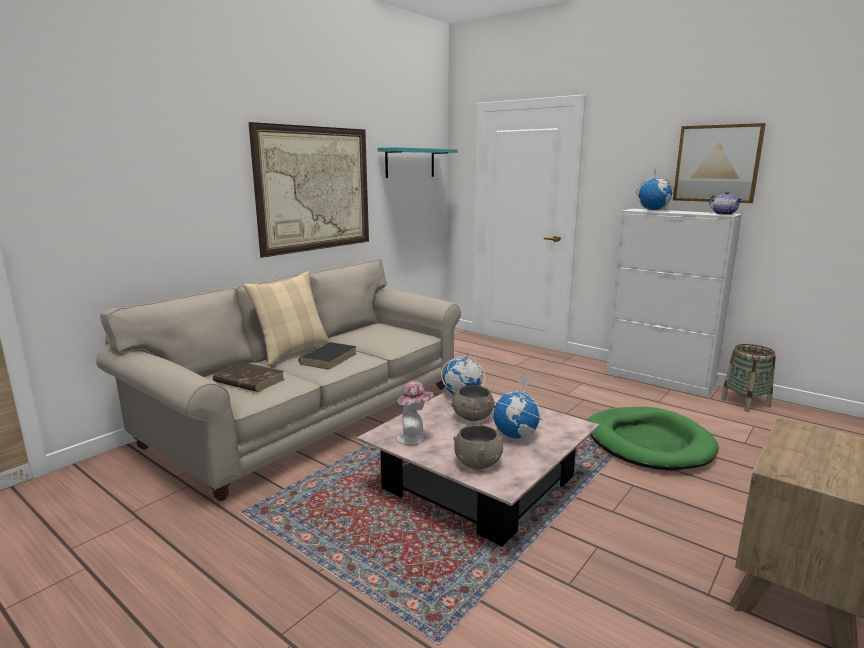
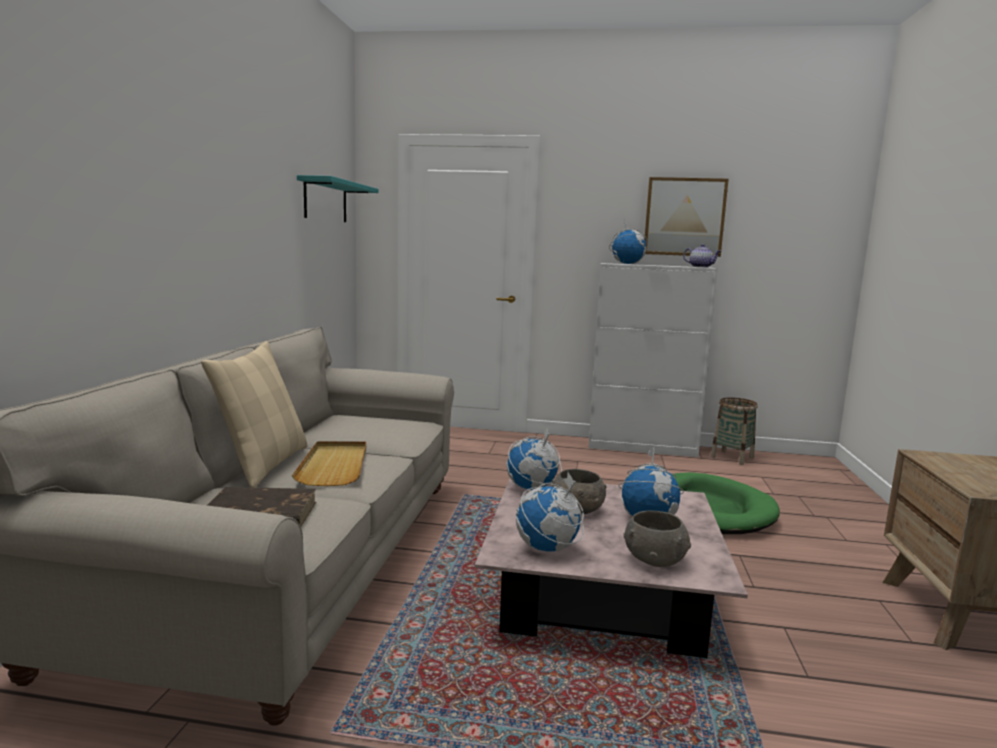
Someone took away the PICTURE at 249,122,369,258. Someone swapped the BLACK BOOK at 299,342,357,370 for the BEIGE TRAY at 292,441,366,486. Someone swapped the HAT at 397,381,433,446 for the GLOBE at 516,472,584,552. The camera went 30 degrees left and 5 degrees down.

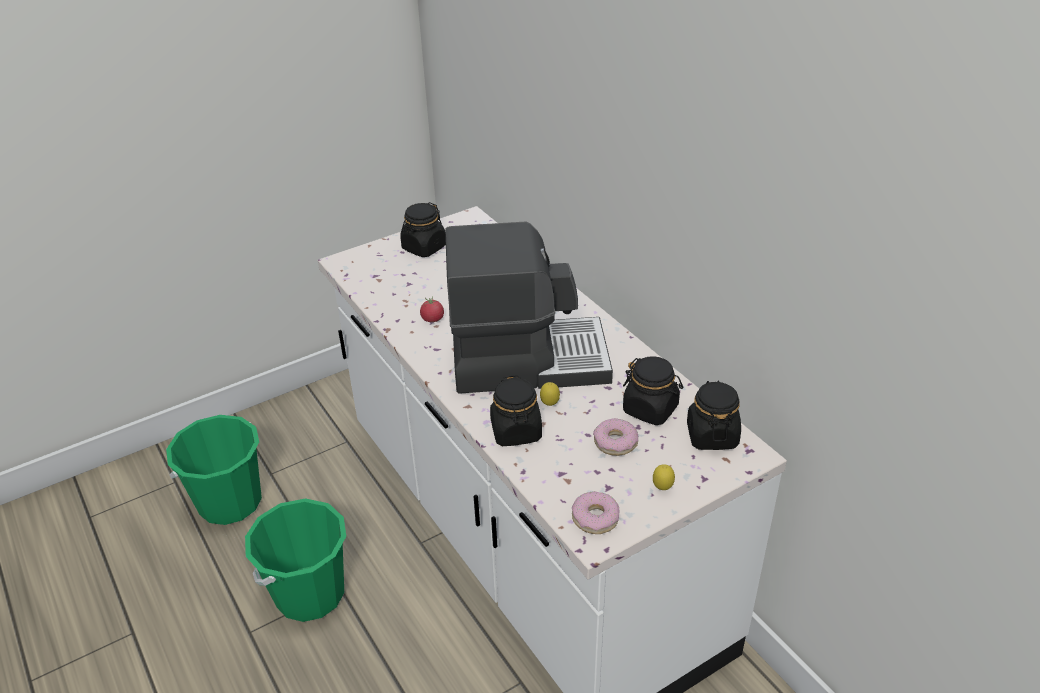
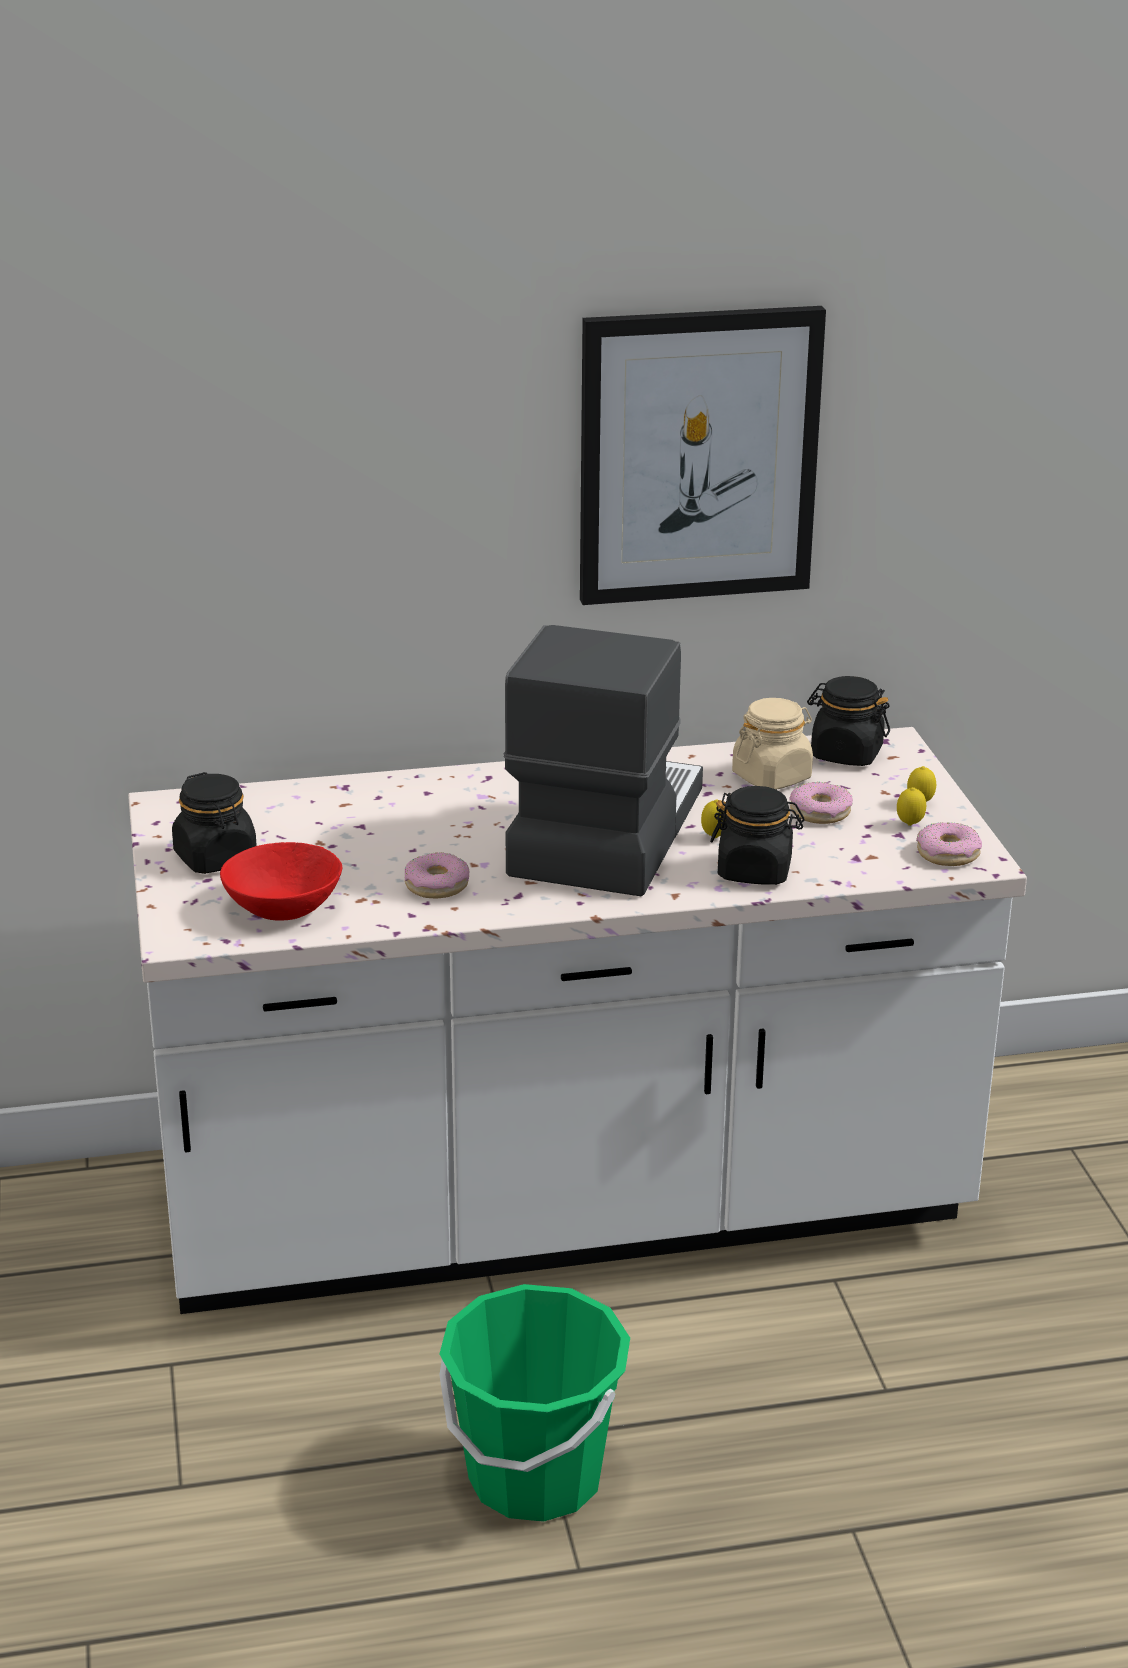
Someone swapped the TOMATO at 420,296,444,322 for the DONUT at 405,852,469,898. Someone repainted the BLACK JAR at 623,356,683,425, which became the BEIGE JAR at 732,698,813,790. Someone took away the GREEN BUCKET at 166,415,262,525. Someone put up the PICTURE at 580,306,826,605. Someone put down the LEMON at 897,787,926,826. Someone put down the RED BOWL at 220,842,343,920. The camera went 70 degrees left and 10 degrees down.

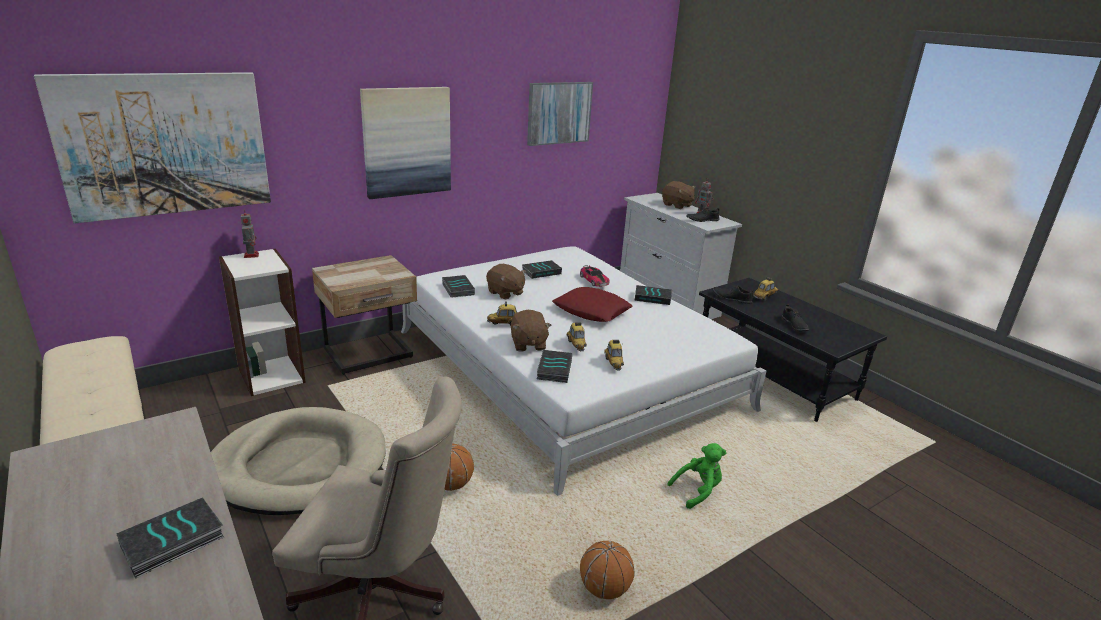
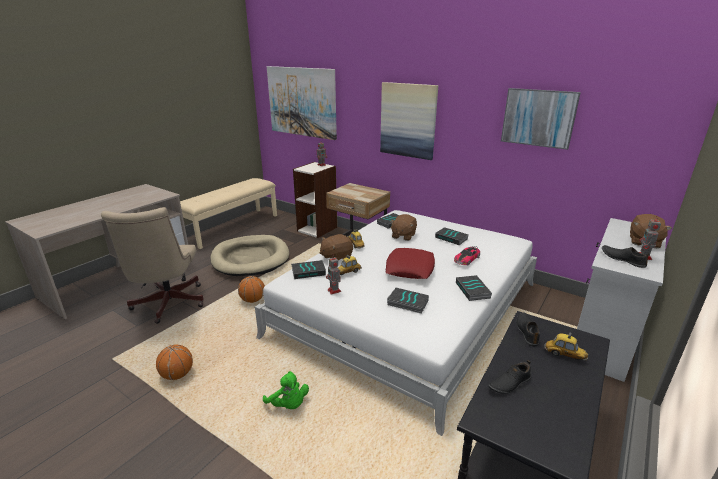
Someone swapped the TOY CAR at 604,340,624,370 for the TOY ROBOT at 326,255,341,295. Someone carried the BOOK from 116,497,224,579 to 387,288,429,314. The camera went 70 degrees right and 0 degrees up.

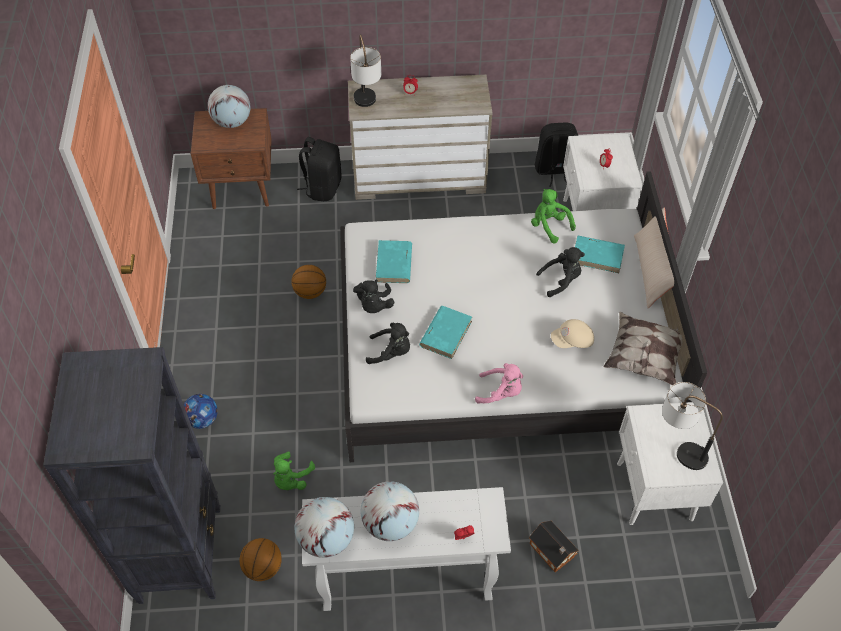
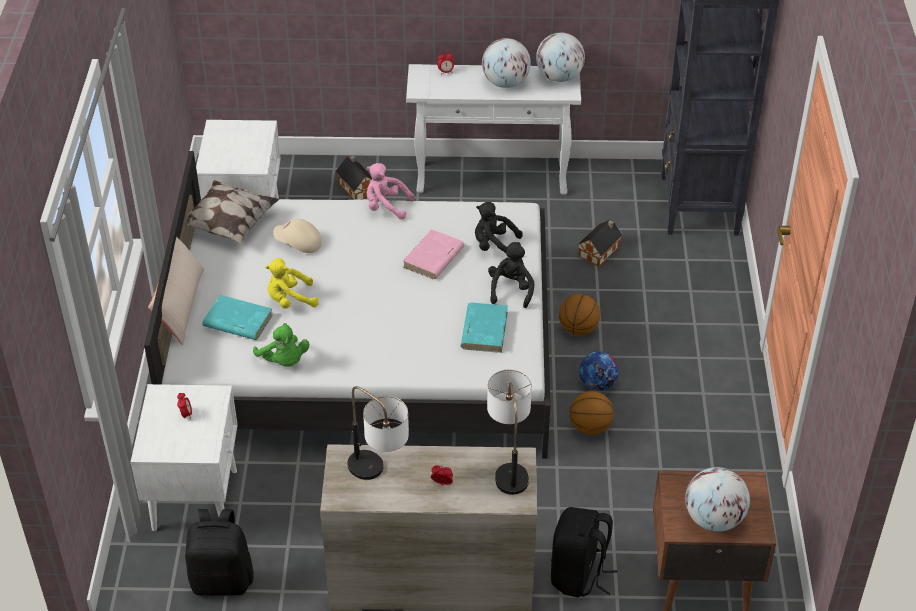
Someone repainted the BLACK PLUSH TOY at 536,247,585,297, which became the YELLOW PLUSH TOY at 265,258,319,309. Someone repainted the TURQUOISE BOOK at 419,306,472,359, which became the PINK BOOK at 403,229,465,280. Someone rotated the BEIGE CAP at 551,319,594,348 by 150 degrees counterclockwise. Someone carried the TABLE LAMP from 662,382,723,470 to 347,386,409,480. Someone carried the FOOTBALL from 184,394,218,429 to 579,351,619,391. Someone swapped the GREEN PLUSH TOY at 273,451,315,490 for the TOY HOUSE at 577,219,623,267. Someone carried the BASKETBALL from 239,538,282,581 to 559,294,600,336. The camera went 175 degrees left and 10 degrees down.

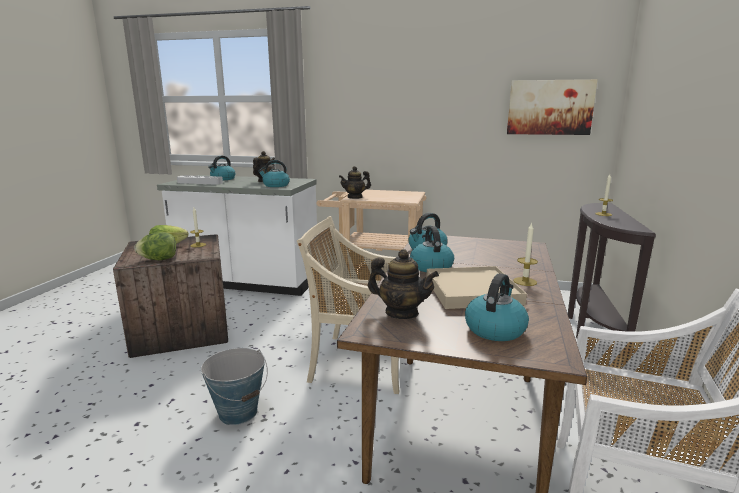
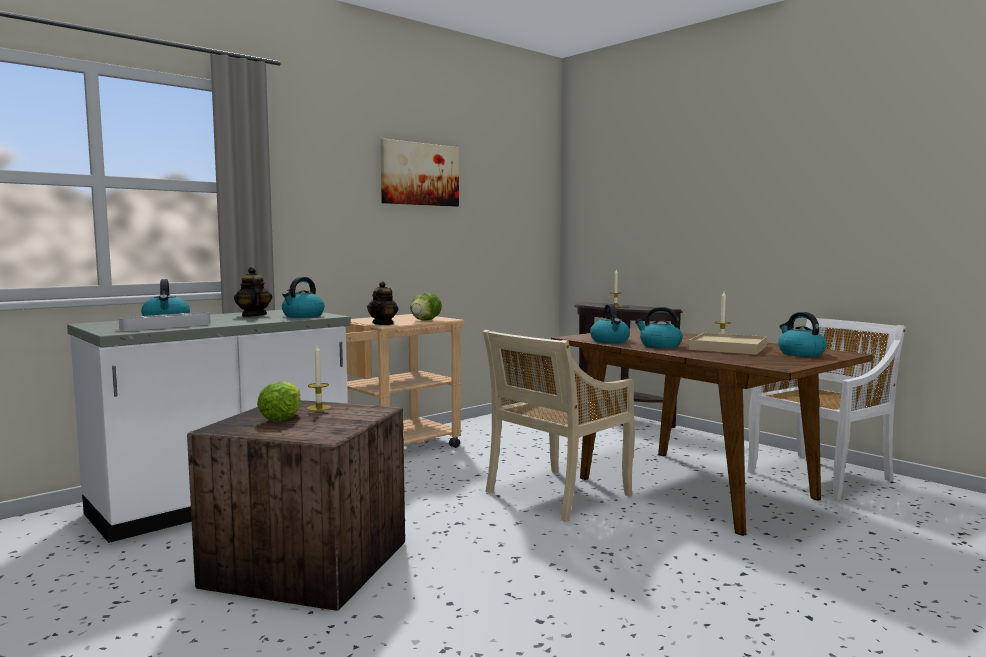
Someone carried the PICTURE from 507,79,598,135 to 380,139,459,207. Someone carried the LETTUCE from 135,232,176,260 to 410,292,442,321. Someone took away the TEAPOT at 368,249,439,319. Someone took away the BUCKET at 201,348,268,425. The camera went 55 degrees left and 10 degrees down.

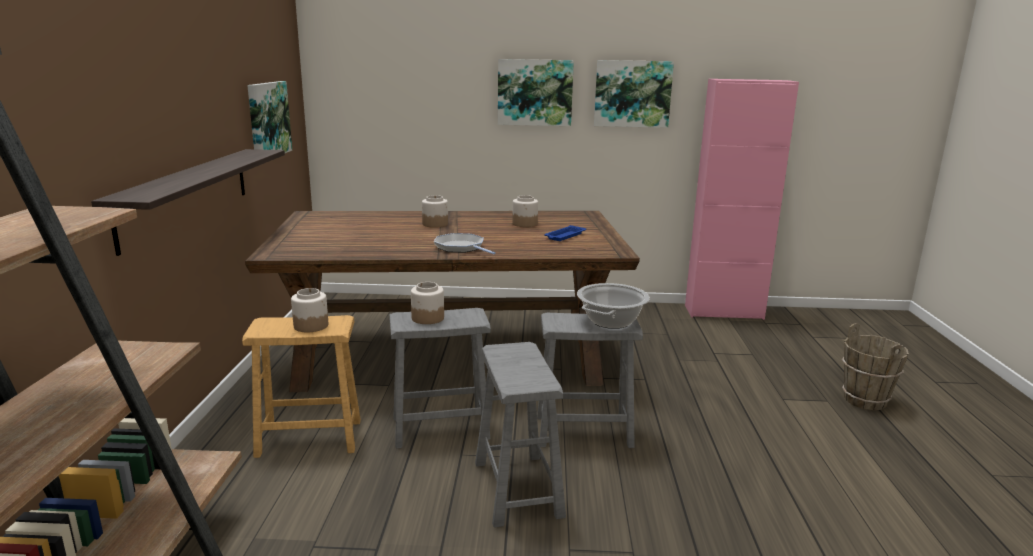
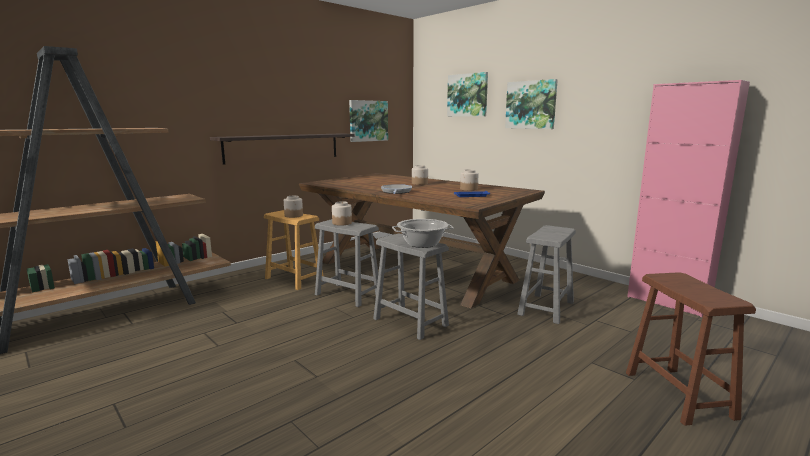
Someone carried the PICTURE from 594,60,674,128 to 447,72,488,117. Someone swapped the BROWN BUCKET at 842,323,909,410 for the BROWN STOOL at 626,272,756,426. Someone carried the GREY STOOL from 475,342,566,528 to 517,225,576,324. The camera went 45 degrees right and 5 degrees down.

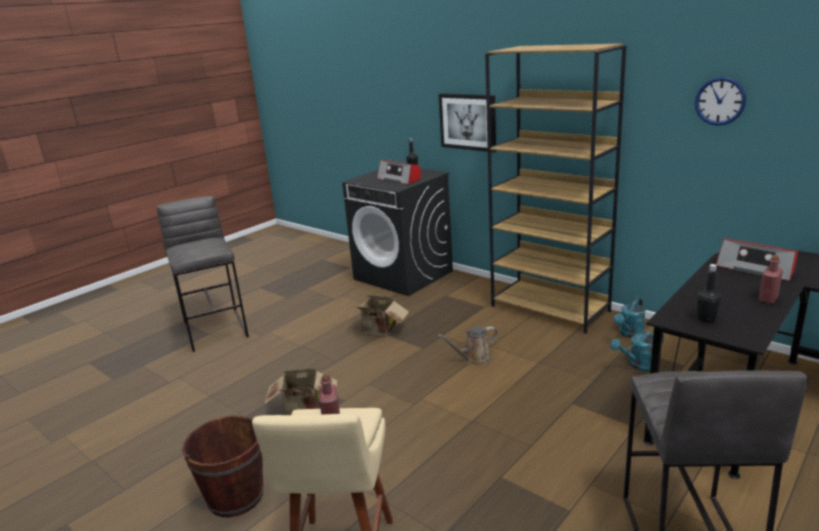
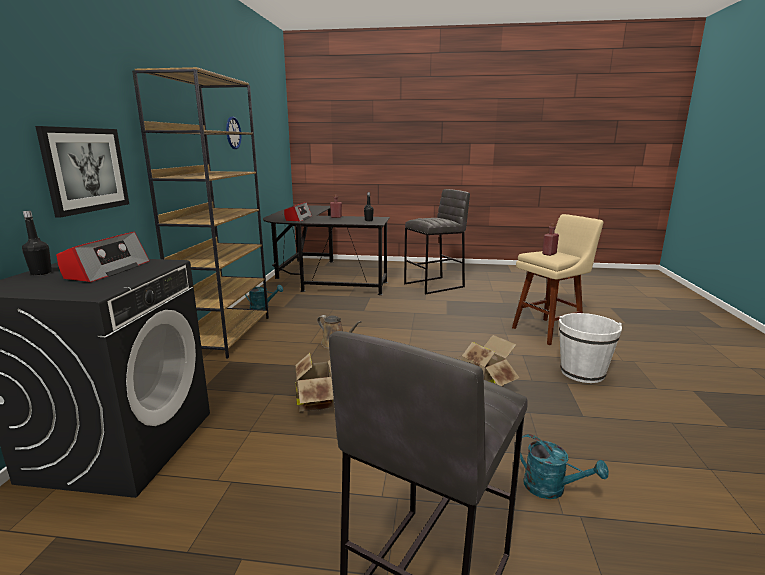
Someone carried the TURQUOISE WATERING CAN from 610,329,664,372 to 520,434,609,499. Someone repainted the BROWN BUCKET at 182,415,264,517, which became the WHITE BUCKET at 559,313,622,383. The camera went 125 degrees left and 5 degrees down.

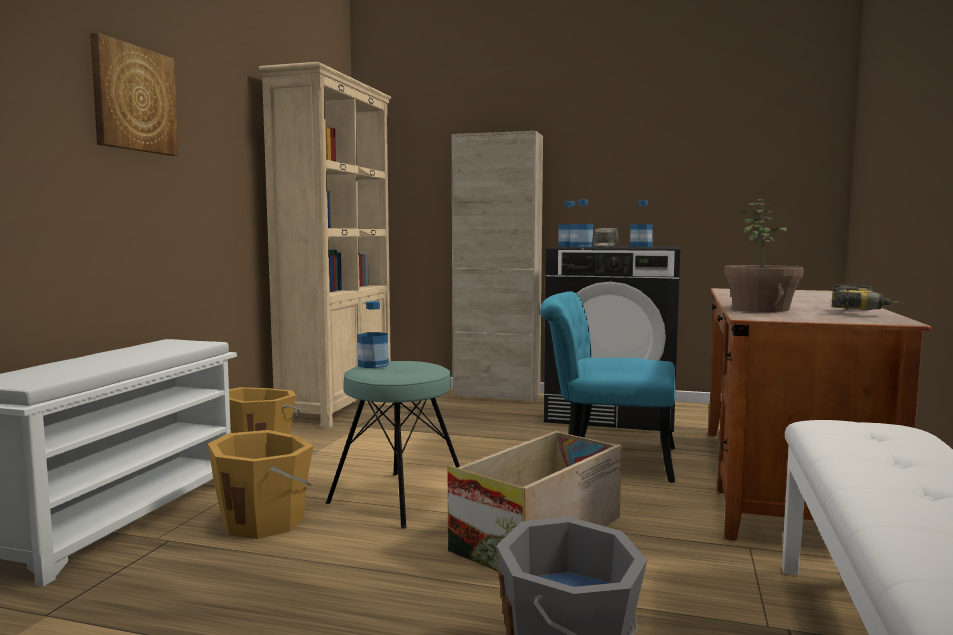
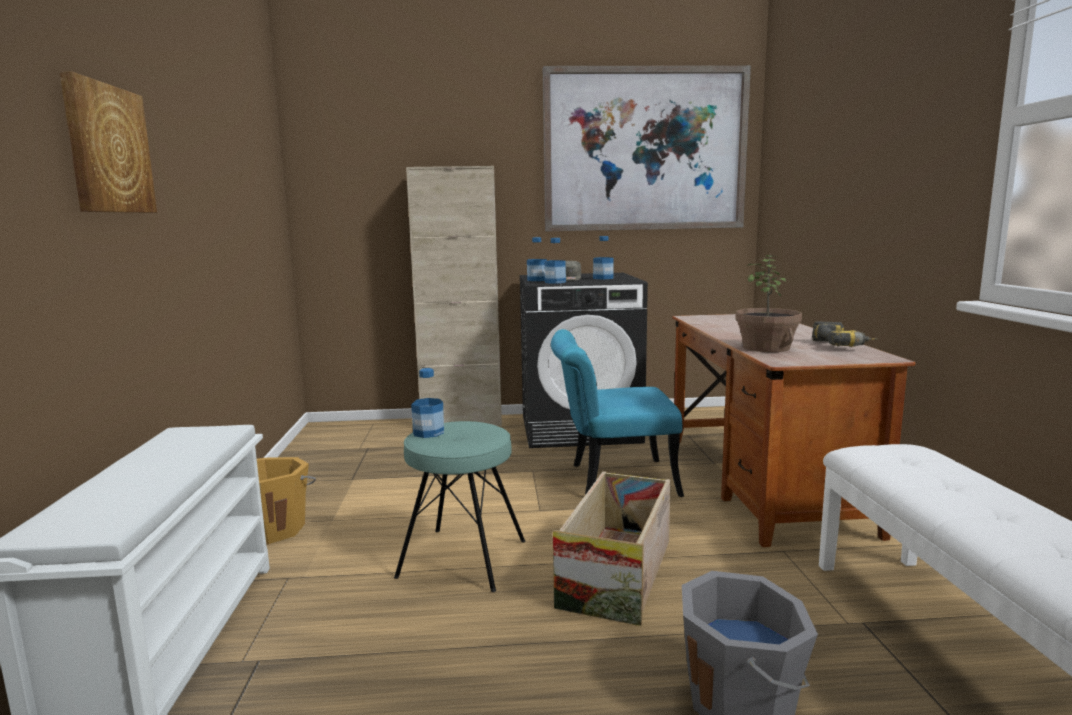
Someone took away the BEIGE BOOKCASE at 259,62,391,429. Someone took away the ORANGE BUCKET at 208,430,313,539. Someone put up the PICTURE at 543,65,751,231. The camera went 20 degrees left and 5 degrees up.

